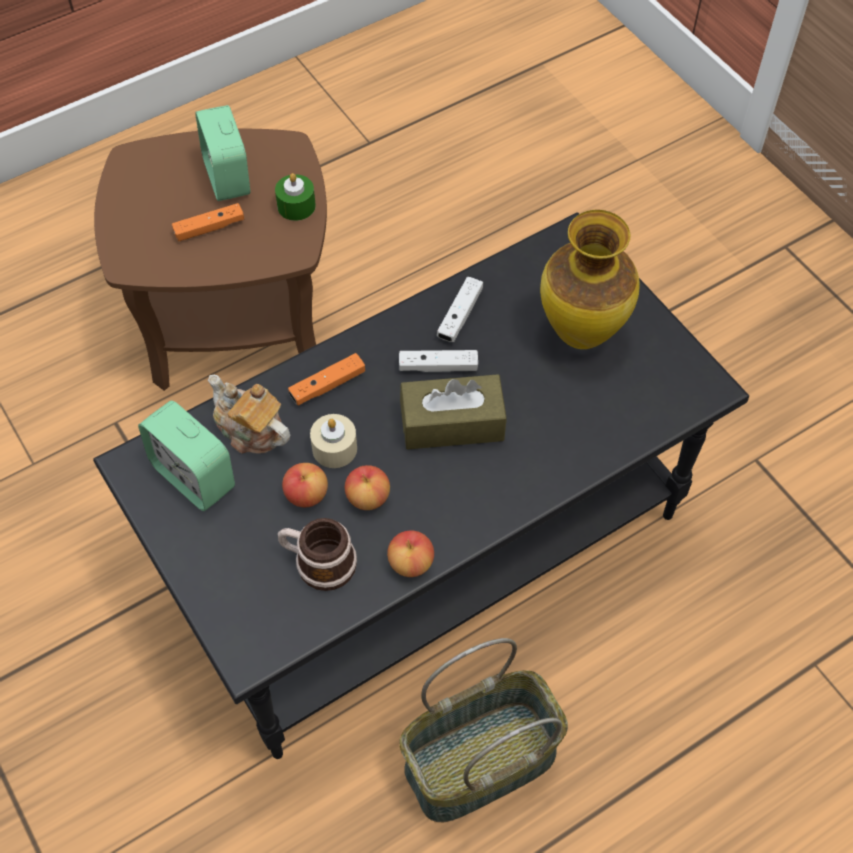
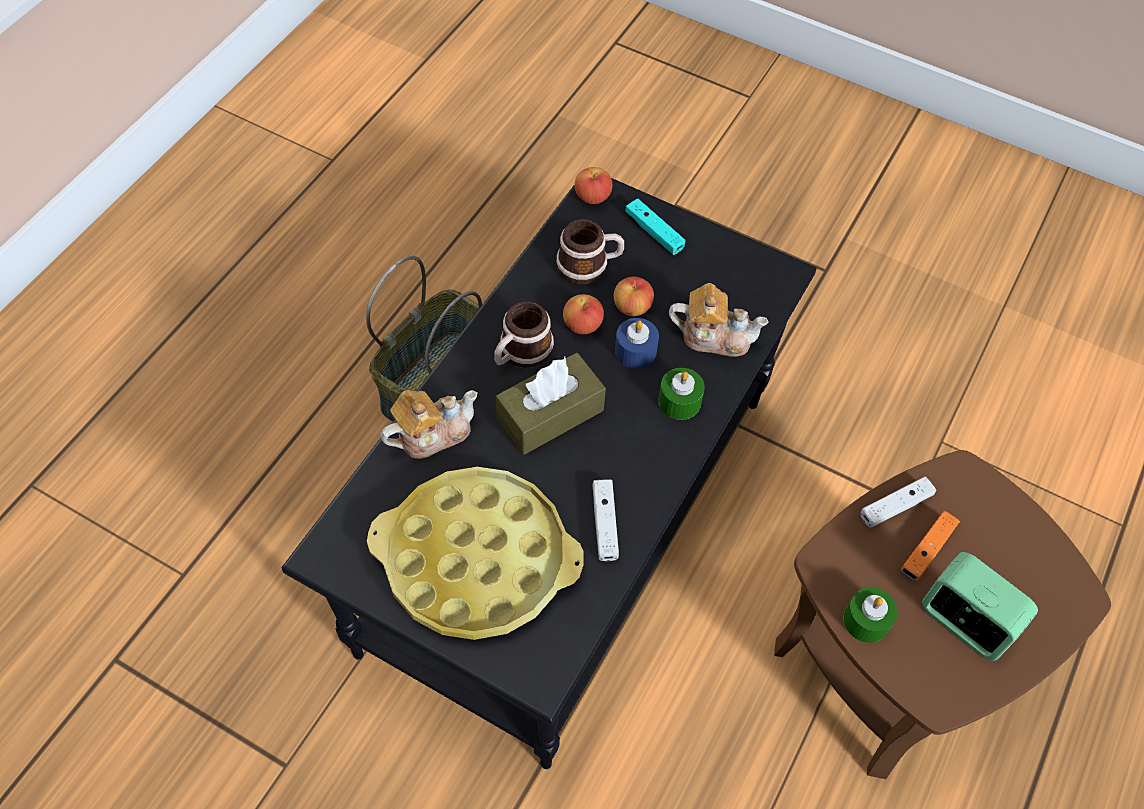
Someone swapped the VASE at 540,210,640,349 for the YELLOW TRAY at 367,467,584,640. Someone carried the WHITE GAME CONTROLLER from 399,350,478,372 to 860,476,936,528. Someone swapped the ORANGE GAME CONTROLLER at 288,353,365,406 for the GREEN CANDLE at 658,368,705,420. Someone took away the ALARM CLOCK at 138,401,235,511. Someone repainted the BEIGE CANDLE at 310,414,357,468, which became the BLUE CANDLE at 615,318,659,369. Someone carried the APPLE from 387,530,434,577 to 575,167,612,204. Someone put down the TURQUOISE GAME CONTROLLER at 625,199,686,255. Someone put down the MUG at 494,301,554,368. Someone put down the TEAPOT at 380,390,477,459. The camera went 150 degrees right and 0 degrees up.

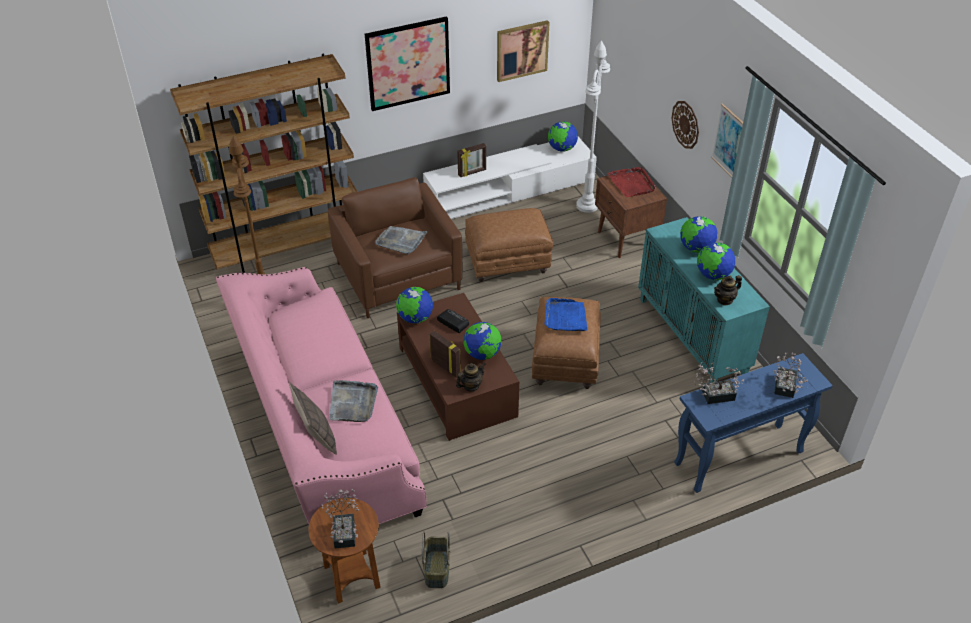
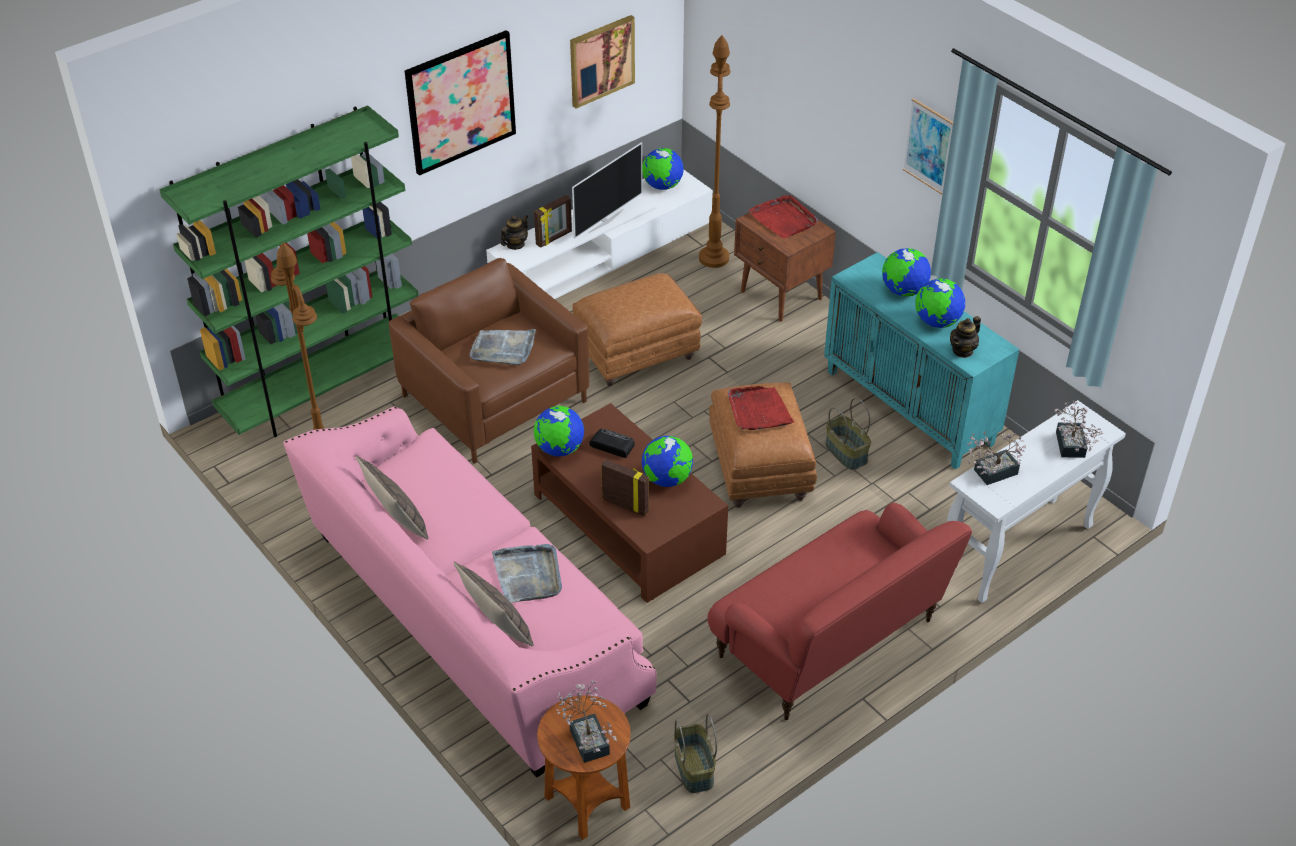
Someone repainted the WHITE FLOOR LAMP at 576,41,610,213, which became the BROWN FLOOR LAMP at 699,35,730,268. Someone repainted the BROWN BOOKCASE at 170,54,357,273, which became the GREEN BOOKCASE at 159,105,418,437. Someone took away the WALL CLOCK at 671,101,699,149. Someone repainted the BLUE TRAY at 544,298,588,331, which became the RED TRAY at 728,386,795,430. Someone repainted the BLUE CONSOLE TABLE at 674,353,833,493, which became the WHITE CONSOLE TABLE at 947,400,1126,603. Someone carried the TEAPOT from 456,363,486,392 to 501,215,528,250. Someone put down the TELEVISION at 572,142,642,239. Someone put down the BASKET at 825,398,871,470. Someone put down the PILLOW at 356,455,429,540. Someone put down the RED SOFA at 707,503,972,720. The camera went 15 degrees left and 0 degrees up.

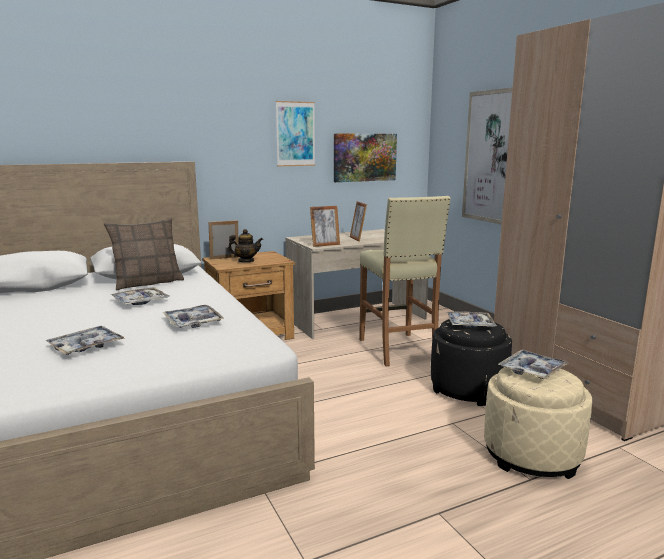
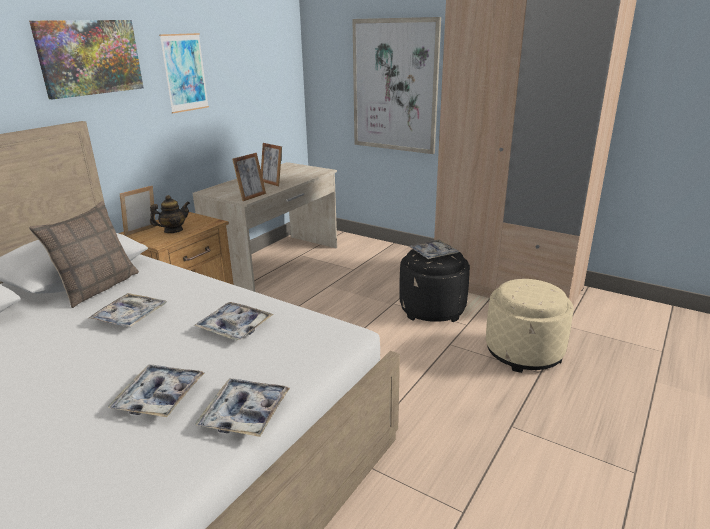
Someone carried the PICTURE from 334,134,397,182 to 29,20,144,99. Someone took away the BEIGE STOOL at 359,196,451,366. Someone carried the TRAY from 498,350,569,379 to 195,378,290,437. The camera went 30 degrees left and 10 degrees up.

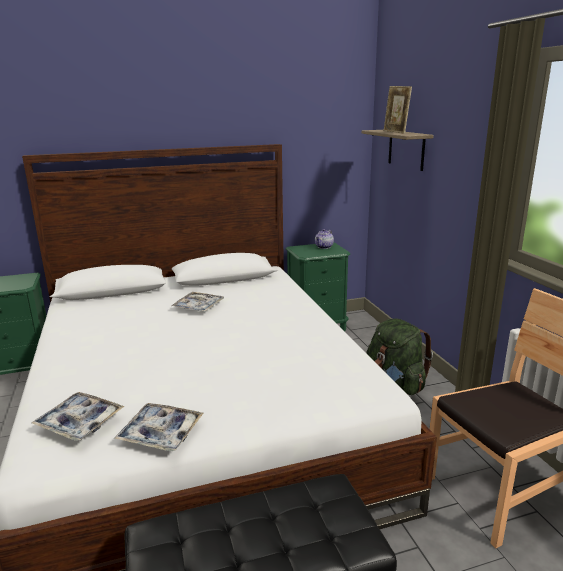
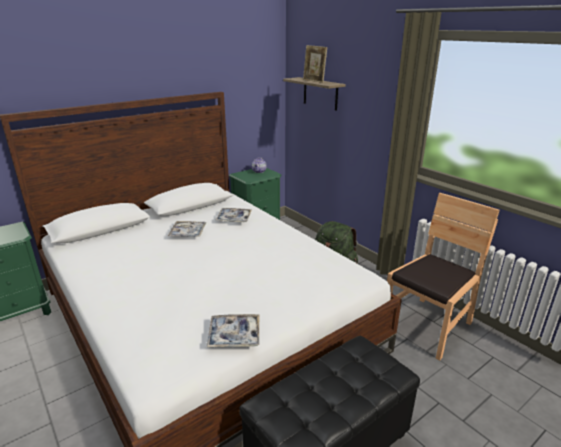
Someone carried the TRAY from 31,392,124,441 to 215,208,252,222. The camera went 20 degrees left and 5 degrees up.

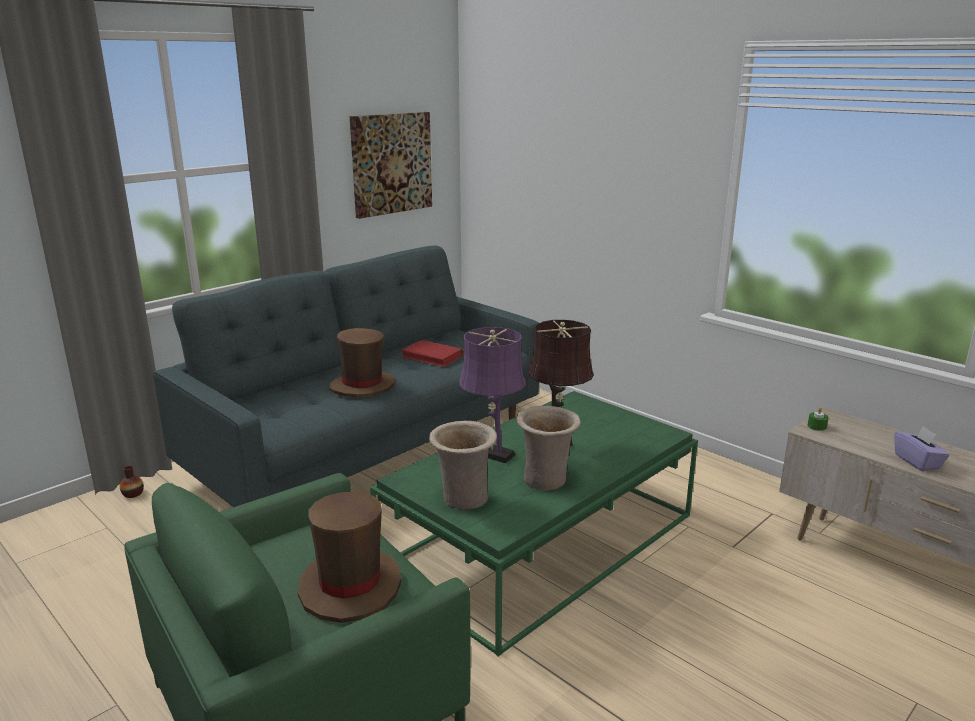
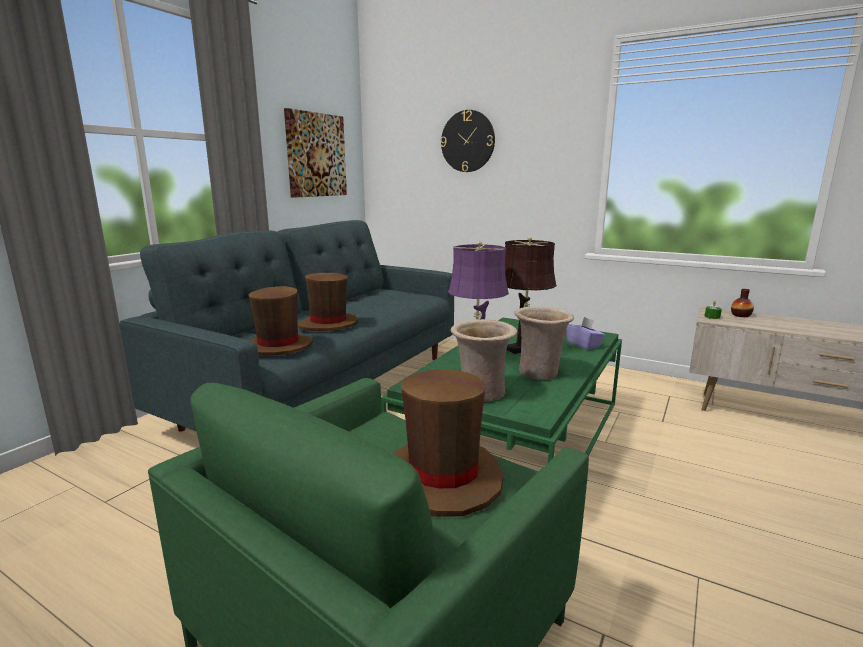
Someone took away the RED BOOK at 402,340,463,367. Someone carried the PURPLE TISSUE BOX from 894,426,950,471 to 566,317,605,350. Someone carried the VASE from 120,466,144,498 to 731,289,754,317. Someone put up the WALL CLOCK at 441,110,495,172. Someone put down the BROWN HAT at 248,286,313,356. The camera went 15 degrees left and 5 degrees down.

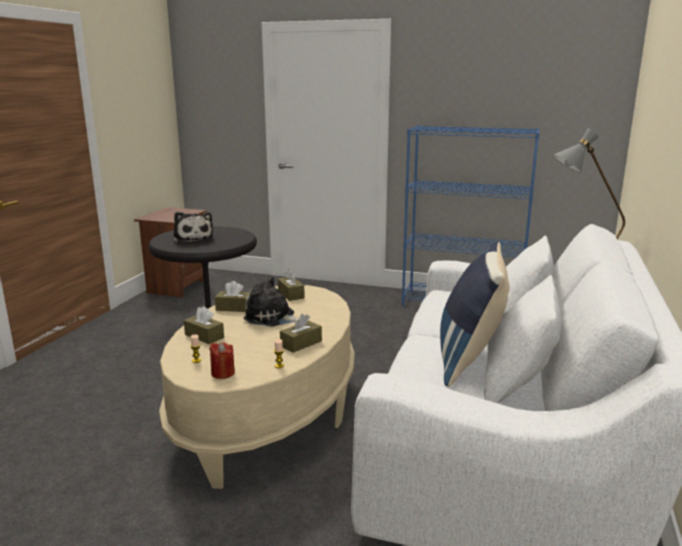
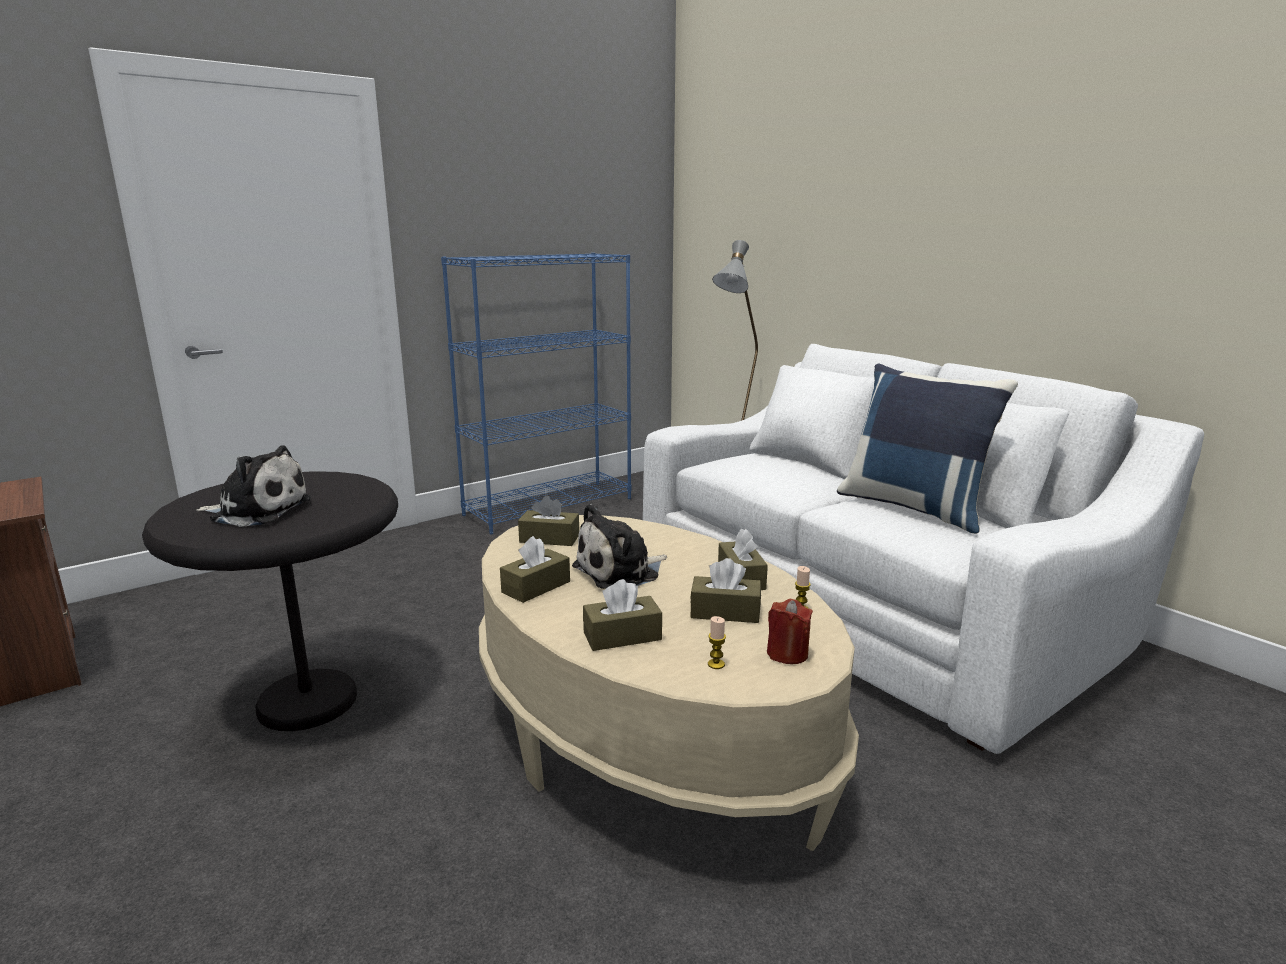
Someone put down the BROWN TISSUE BOX at 690,558,761,623. The camera went 55 degrees left and 0 degrees up.

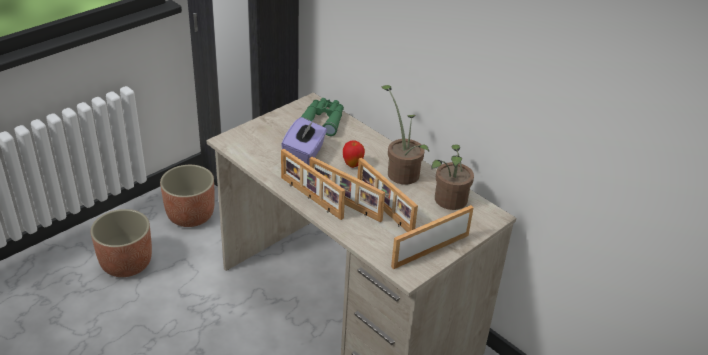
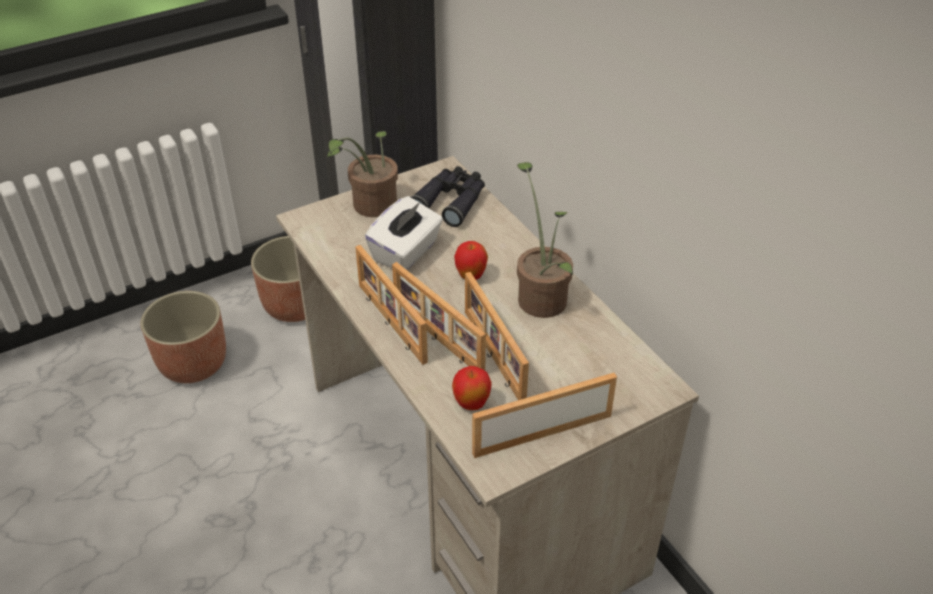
Someone repainted the GREEN BINOCULARS at 301,98,344,136, which became the BLACK BINOCULARS at 411,166,485,227. Someone repainted the PURPLE TISSUE BOX at 281,117,327,165, which became the WHITE TISSUE BOX at 365,196,443,270. Someone carried the POTTED PLANT from 431,145,474,210 to 327,131,398,217. Someone put down the APPLE at 452,366,492,410. The camera went 15 degrees right and 5 degrees up.

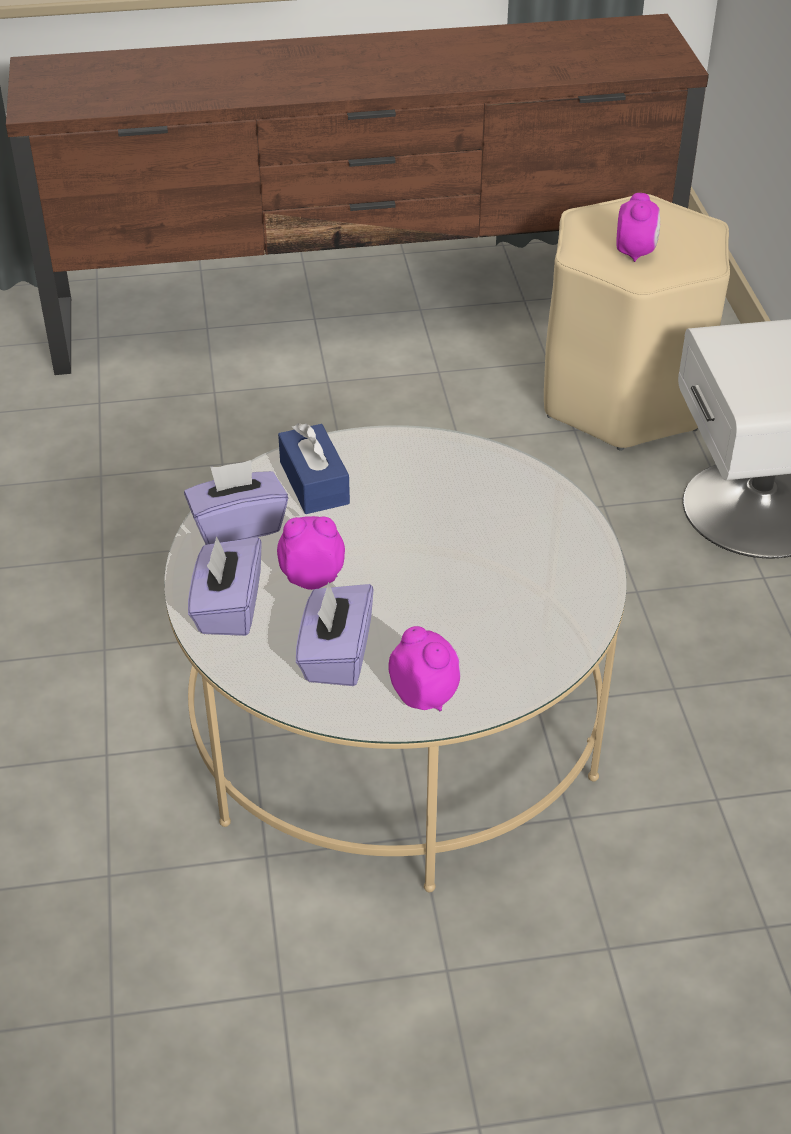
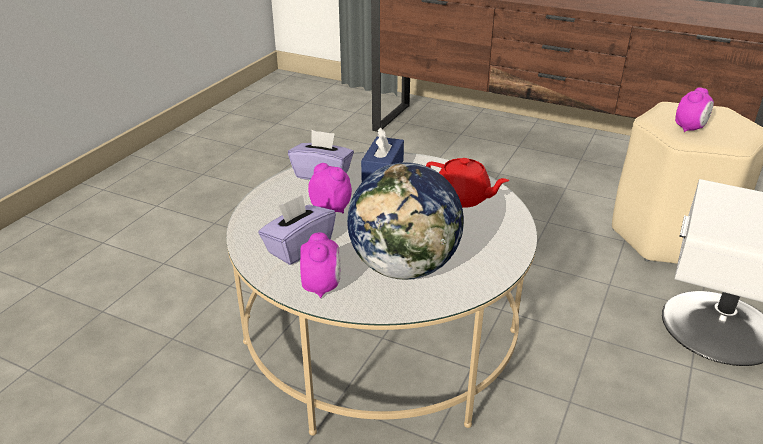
Someone took away the PURPLE TISSUE BOX at 188,536,262,636. Someone put down the RED TEAPOT at 426,158,509,208. Someone put down the GLOBE at 347,163,464,280. The camera went 35 degrees right and 10 degrees down.

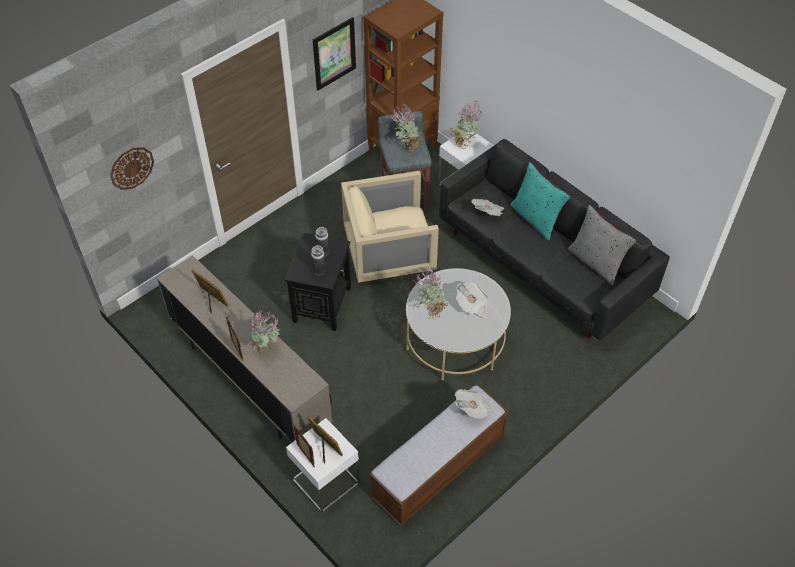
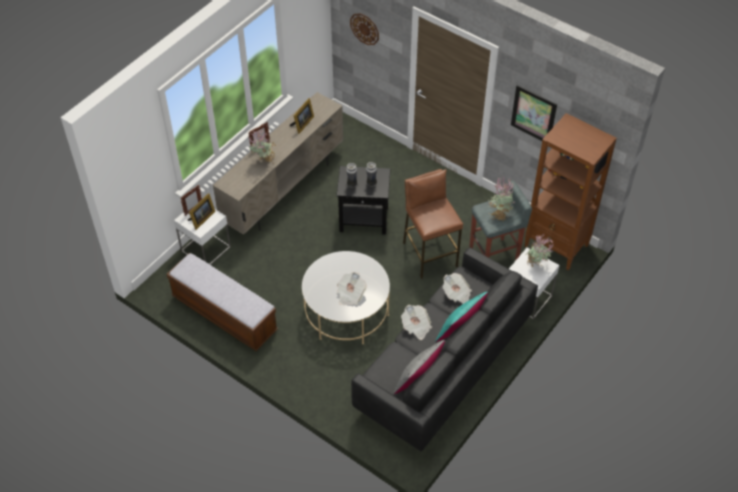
Someone swapped the BEIGE ARMCHAIR at 341,171,439,283 for the BROWN STOOL at 403,169,463,279. Someone took away the POTTED PLANT at 414,267,448,319. Someone carried the NEWSPAPER from 455,389,494,419 to 401,305,432,340. The camera went 80 degrees right and 0 degrees up.

